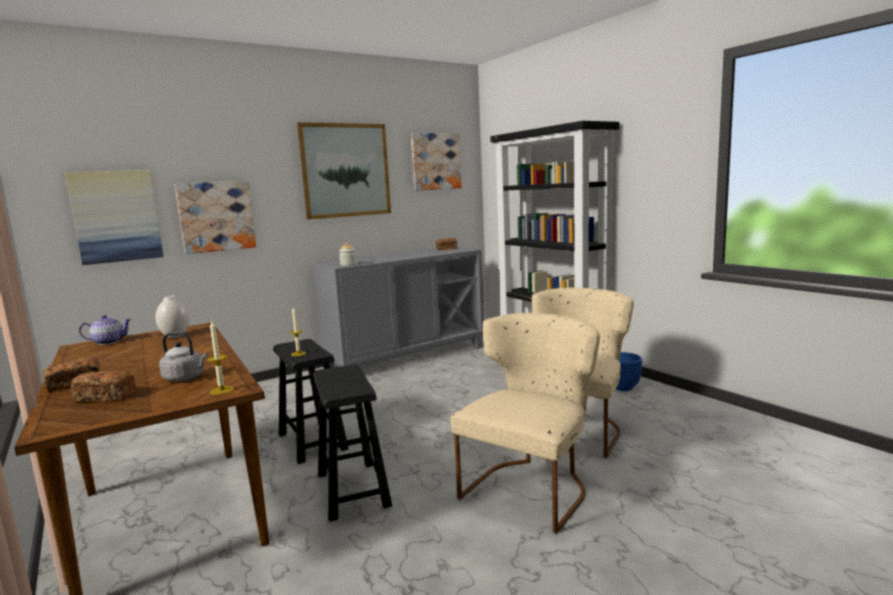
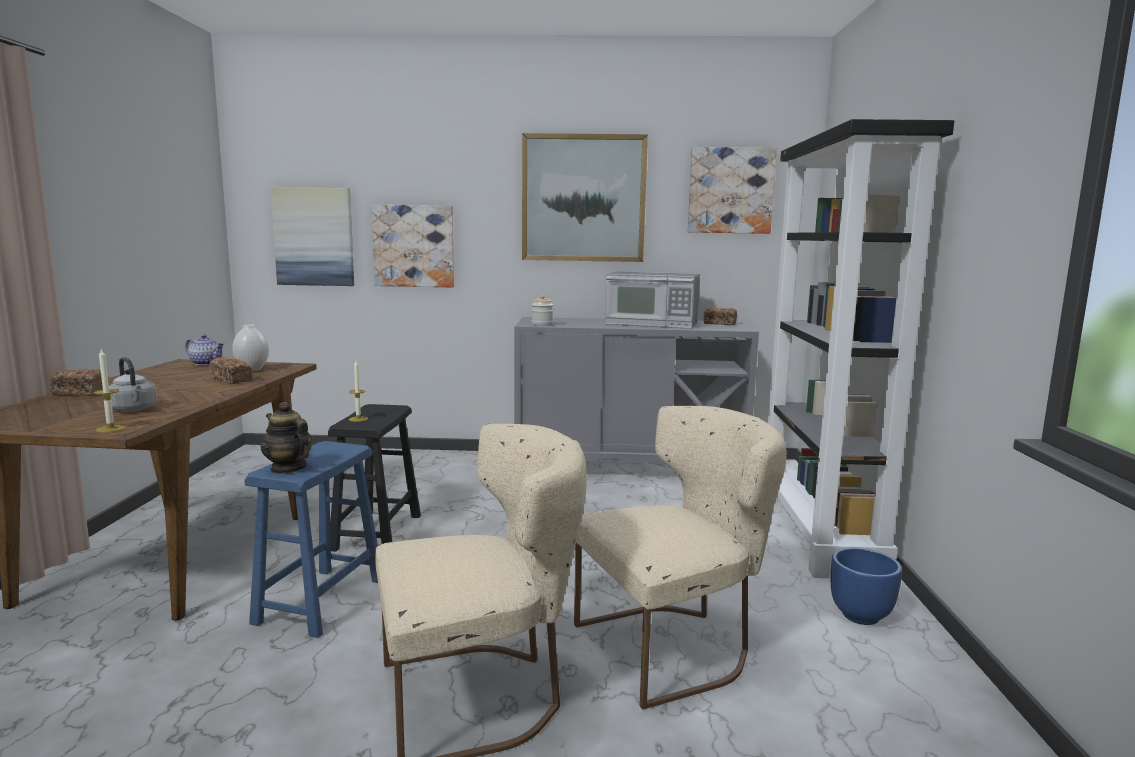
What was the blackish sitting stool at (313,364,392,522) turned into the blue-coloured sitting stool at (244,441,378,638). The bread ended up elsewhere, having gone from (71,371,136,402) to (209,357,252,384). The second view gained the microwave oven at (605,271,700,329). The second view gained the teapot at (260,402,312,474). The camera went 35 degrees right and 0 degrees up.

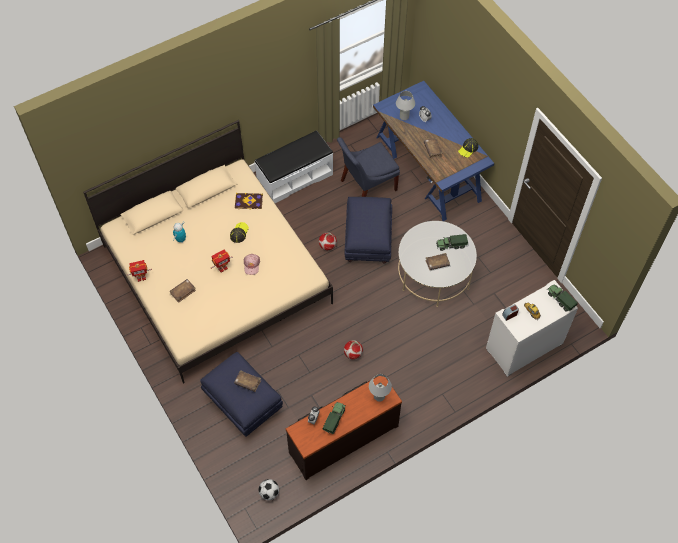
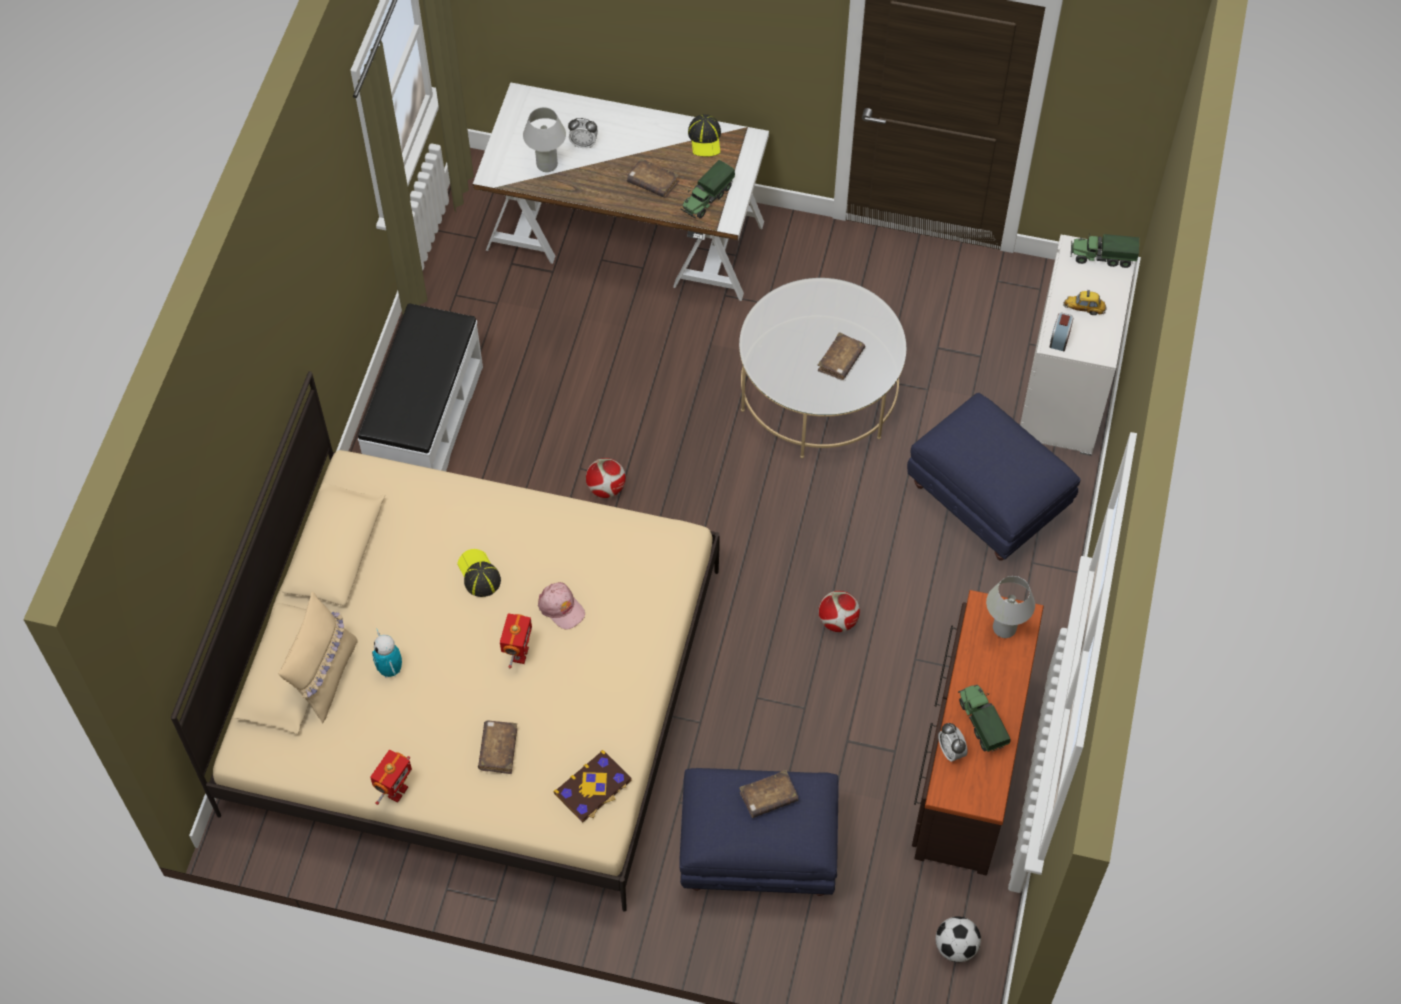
What was the blue-coloured desk table at (373,81,494,221) turned into the white desk table at (473,82,769,301). The second view lost the blue-coloured plain chair at (337,137,400,197). The bound book ended up elsewhere, having gone from (235,193,263,210) to (554,750,632,823). The blue-coloured footrest ended up elsewhere, having gone from (345,197,392,264) to (907,393,1080,560). The model truck ended up elsewhere, having gone from (436,234,468,251) to (681,160,735,219). The second view gained the sand-coloured pillow at (278,592,358,723). The camera went 45 degrees left and 0 degrees up.

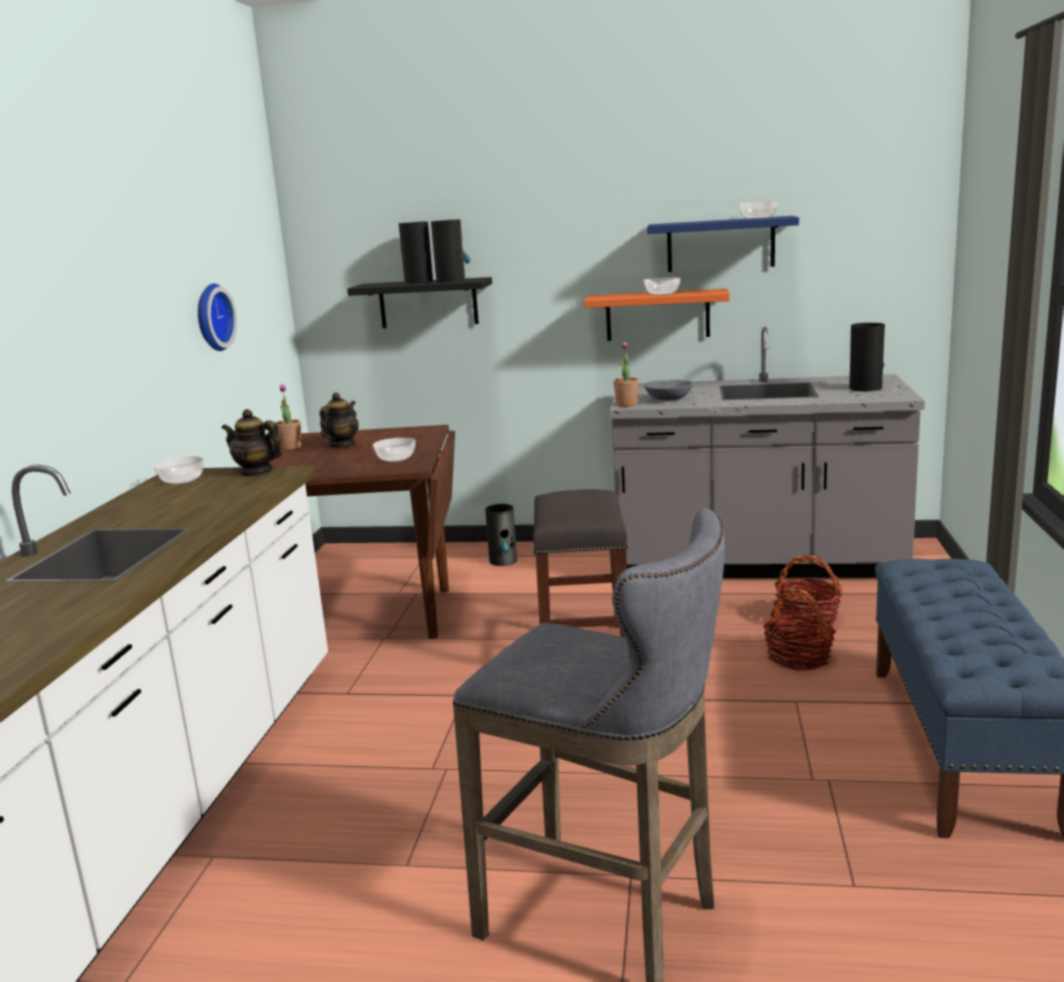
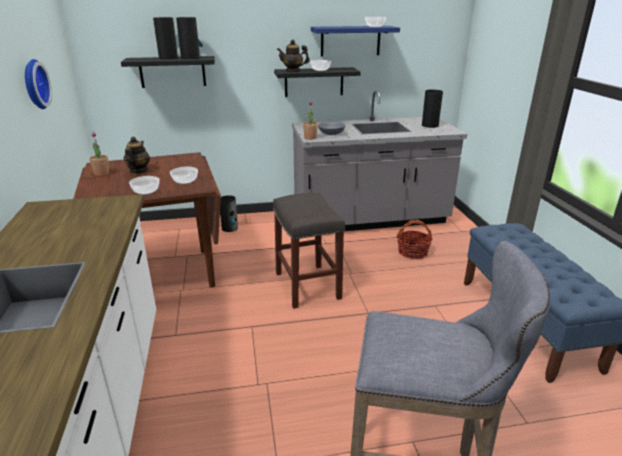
What was the orange bracket shelf at (584,289,729,341) turned into the blackish bracket shelf at (274,67,361,97). The teapot ended up elsewhere, having gone from (222,409,283,477) to (277,40,310,72). The deep dish ended up elsewhere, having gone from (154,456,204,485) to (129,176,160,195). The second view lost the household basket at (763,589,836,671). The camera went 20 degrees left and 10 degrees up.

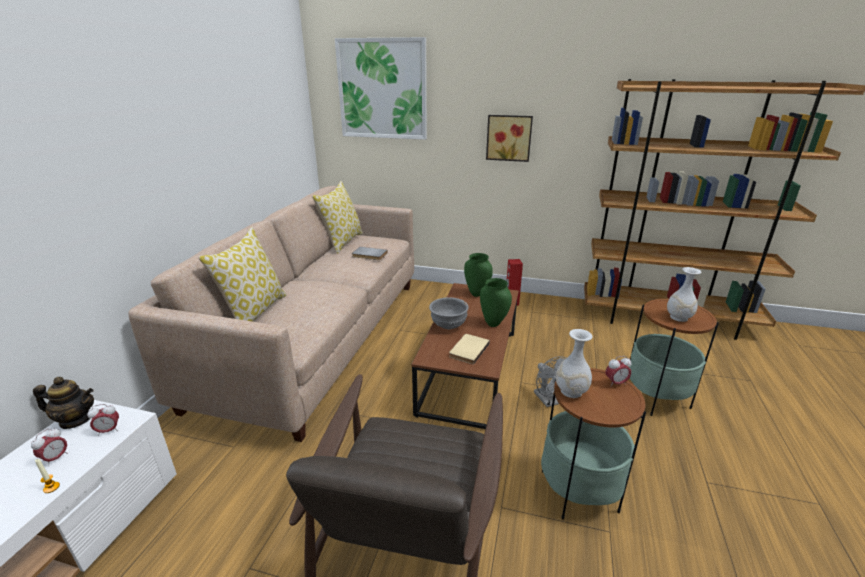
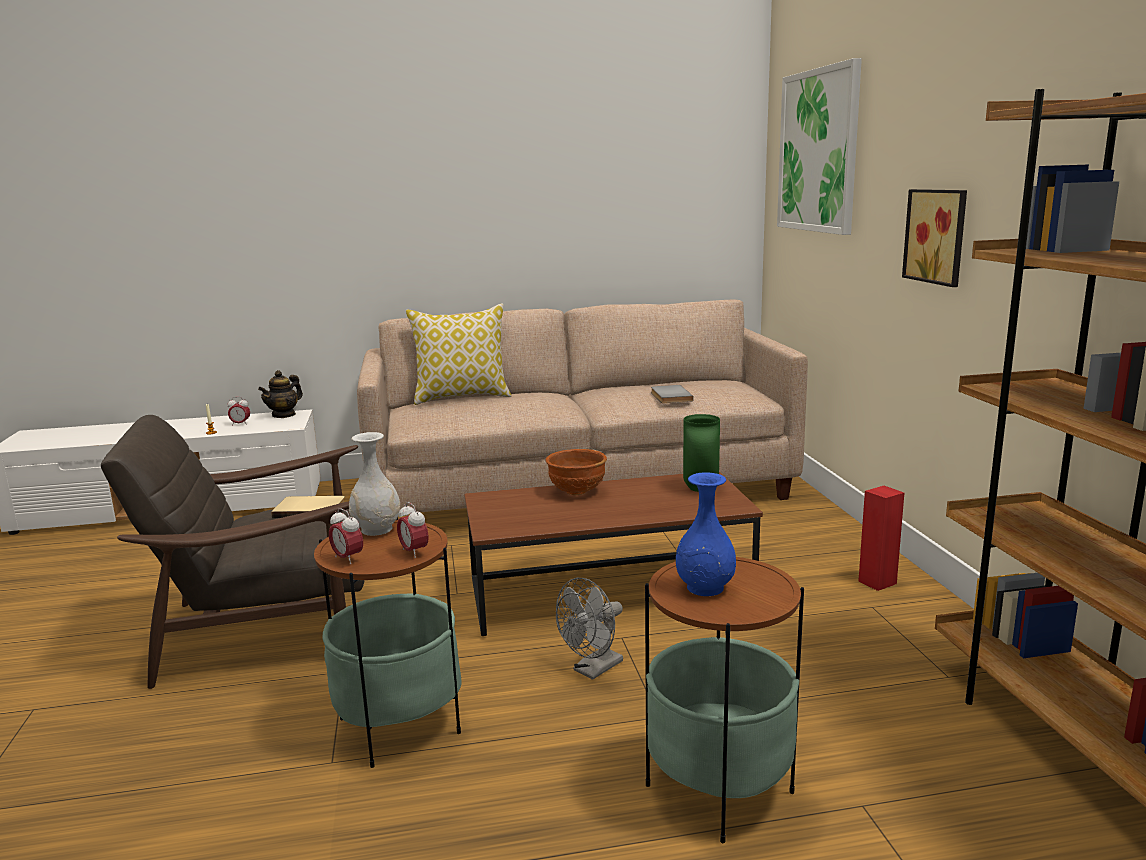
The second view lost the pillow at (312,181,363,254). What was the white flower vase at (667,267,701,322) turned into the blue-coloured flower vase at (676,472,736,596). The second view lost the green flower vase at (480,278,512,327). What was the greyish deep dish at (429,297,469,330) turned into the brown deep dish at (545,449,607,495). The sand-coloured bound book ended up elsewhere, having gone from (449,334,490,365) to (271,496,345,518). The teapot at (33,377,94,429) ended up facing another way, 60 degrees clockwise from before. The alarm clock ended up elsewhere, having gone from (87,404,119,436) to (329,508,363,564). The camera went 65 degrees right and 10 degrees down.

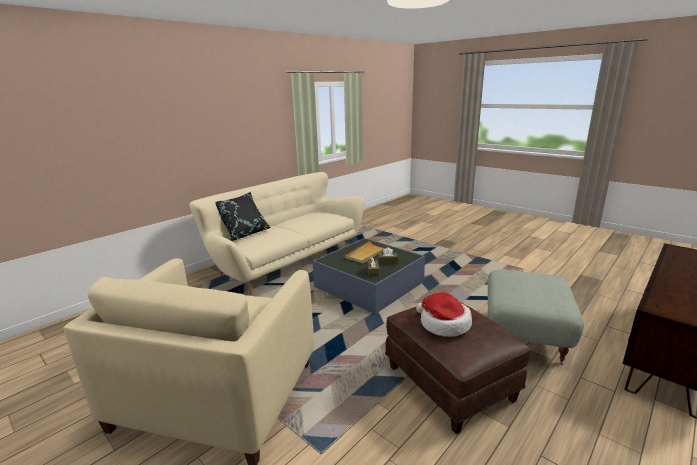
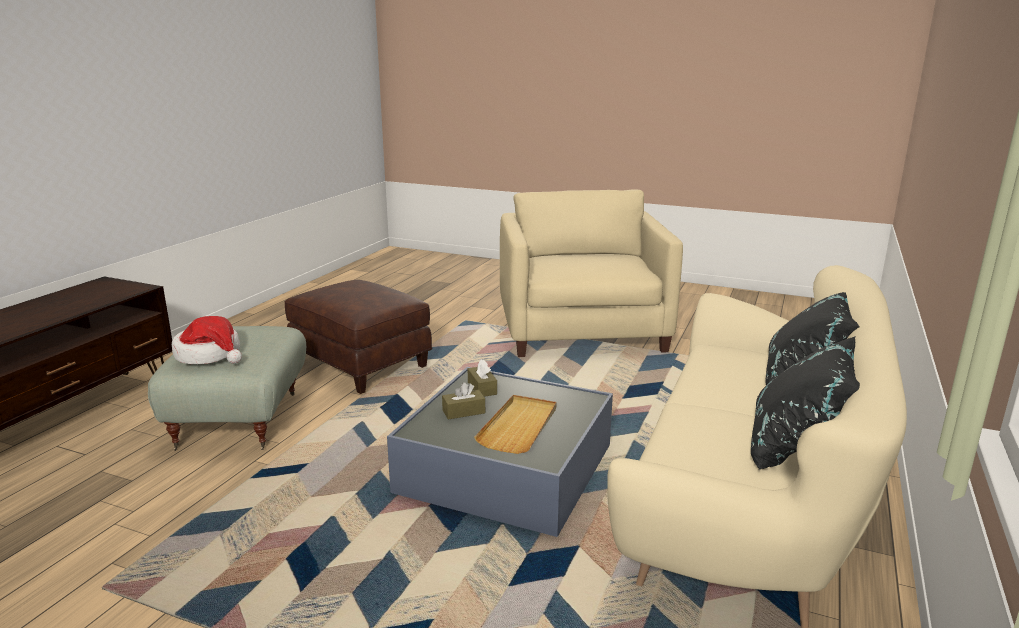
The hat ended up elsewhere, having gone from (416,292,472,337) to (172,316,242,364). The second view gained the blackish pillow at (751,336,860,470). The camera went 160 degrees right and 0 degrees up.

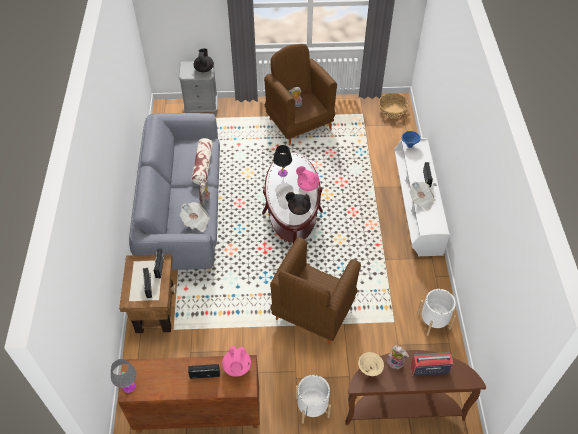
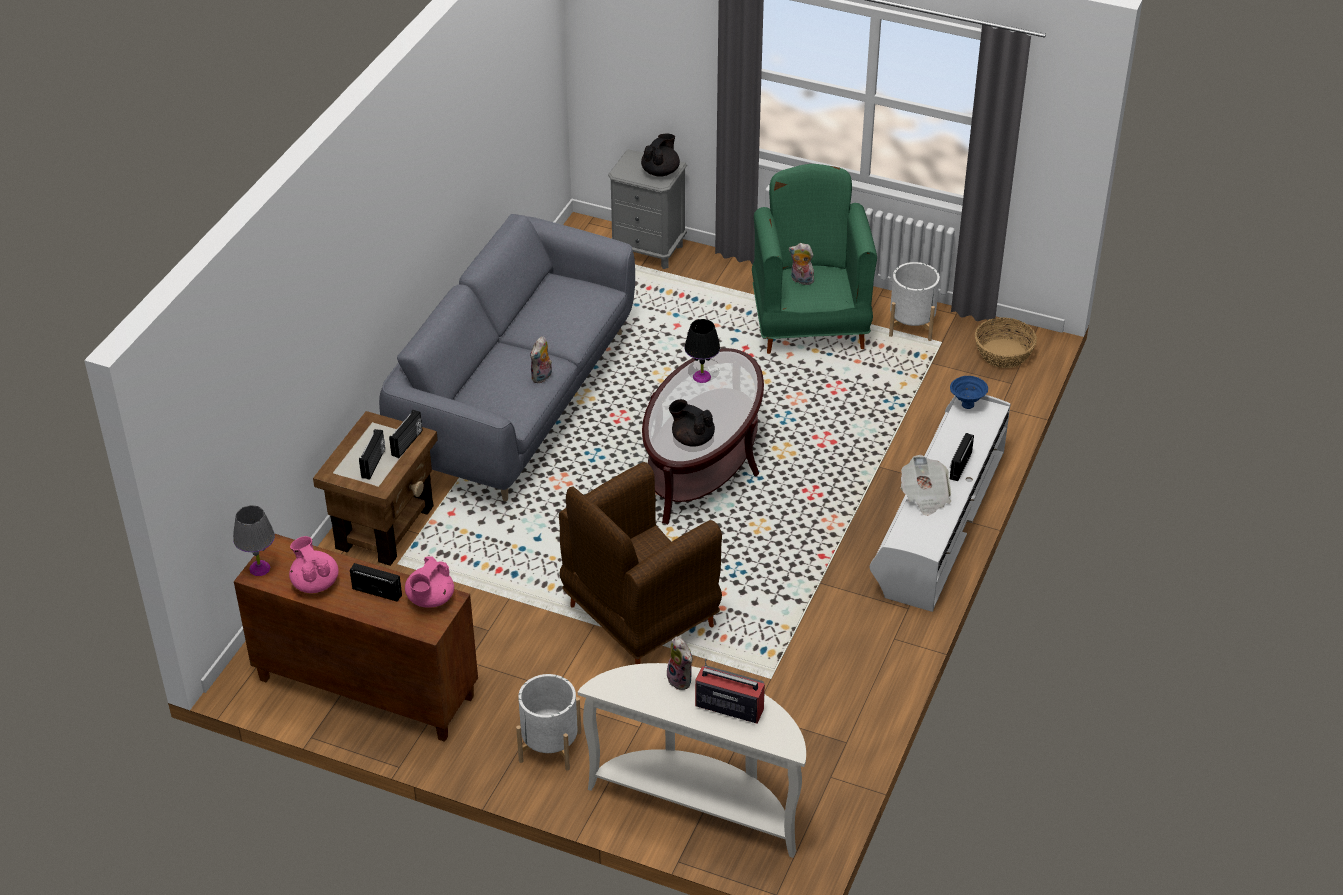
What was the brown lounge chair at (264,44,337,145) turned into the green lounge chair at (752,164,877,354). The second view lost the pillow at (191,138,213,185). The pink teapot ended up elsewhere, having gone from (296,166,320,191) to (289,536,339,593). The second view lost the printed paper at (180,202,210,232). The white planter ended up elsewhere, having gone from (417,289,456,336) to (889,262,940,341). What was the brown console table at (345,350,486,425) turned into the white console table at (578,663,806,858). The second view lost the sand-coloured deep dish at (358,352,384,376). The camera went 25 degrees right and 10 degrees down.

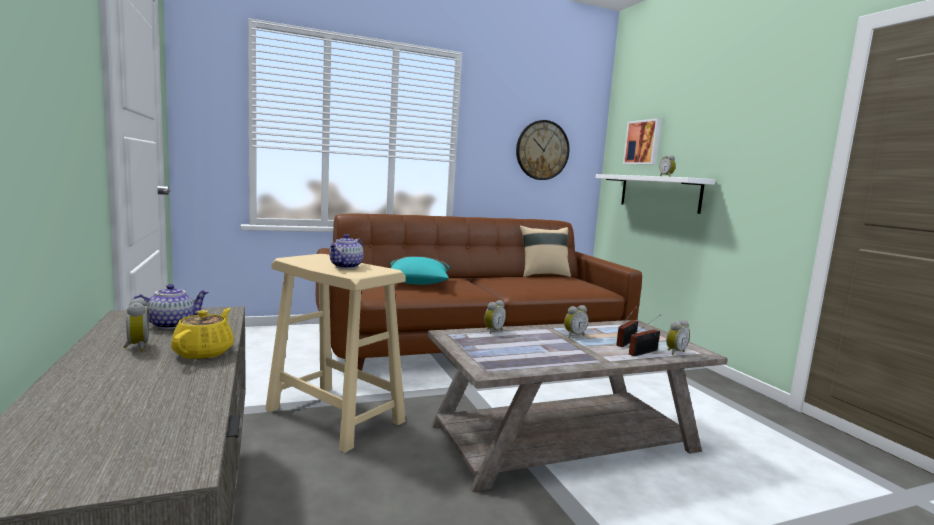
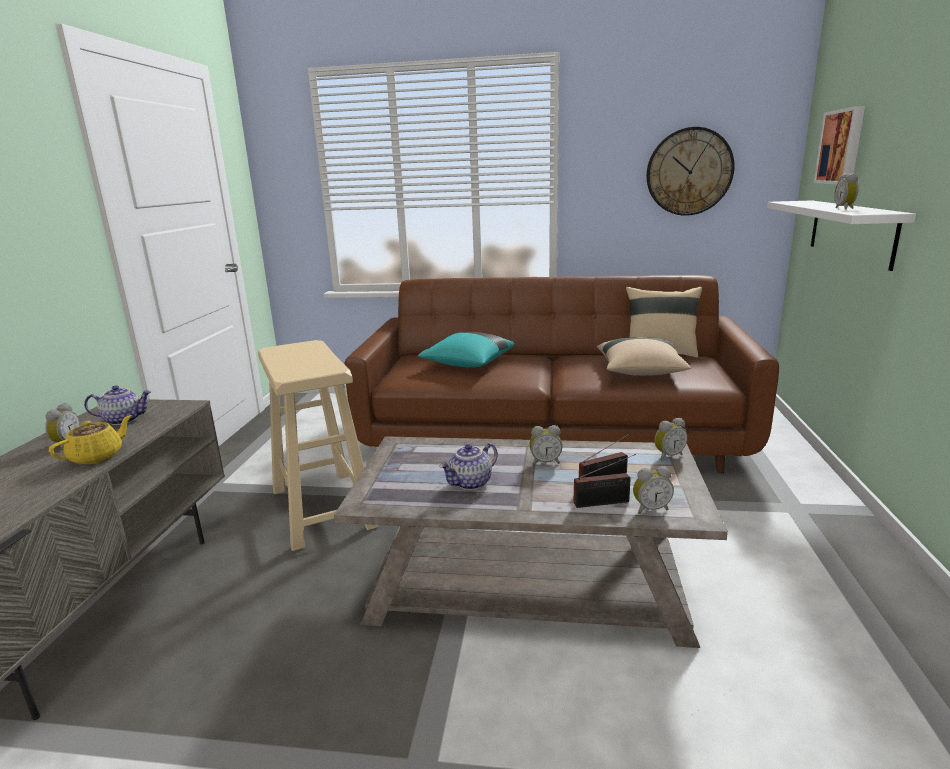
The teapot ended up elsewhere, having gone from (329,234,364,269) to (439,443,498,490). The alarm clock ended up elsewhere, having gone from (484,300,506,334) to (655,418,688,460). The second view gained the sand-coloured pillow at (597,337,691,376). The camera went 30 degrees right and 10 degrees up.

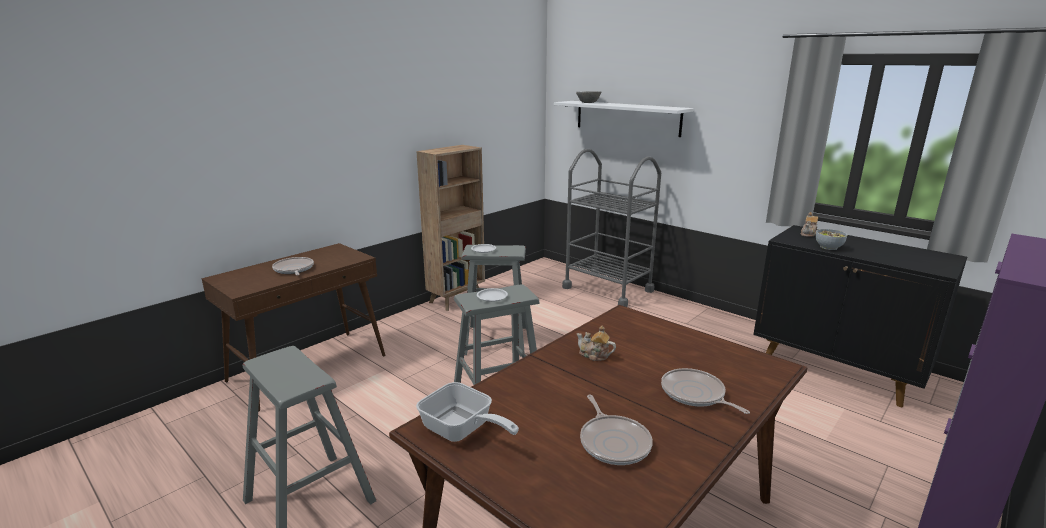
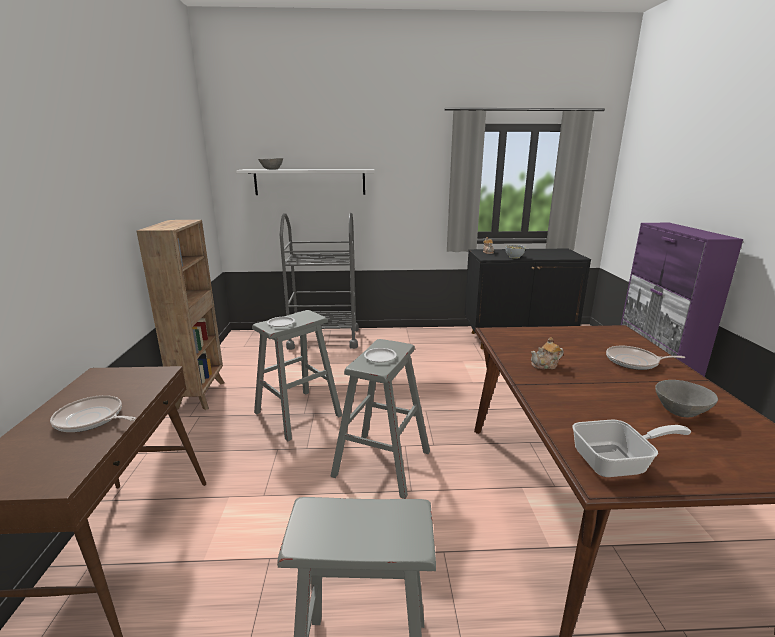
Where the pan stood at (580,395,653,465), the greyish deep dish came to stand at (655,380,718,417). The camera went 45 degrees left and 0 degrees up.

